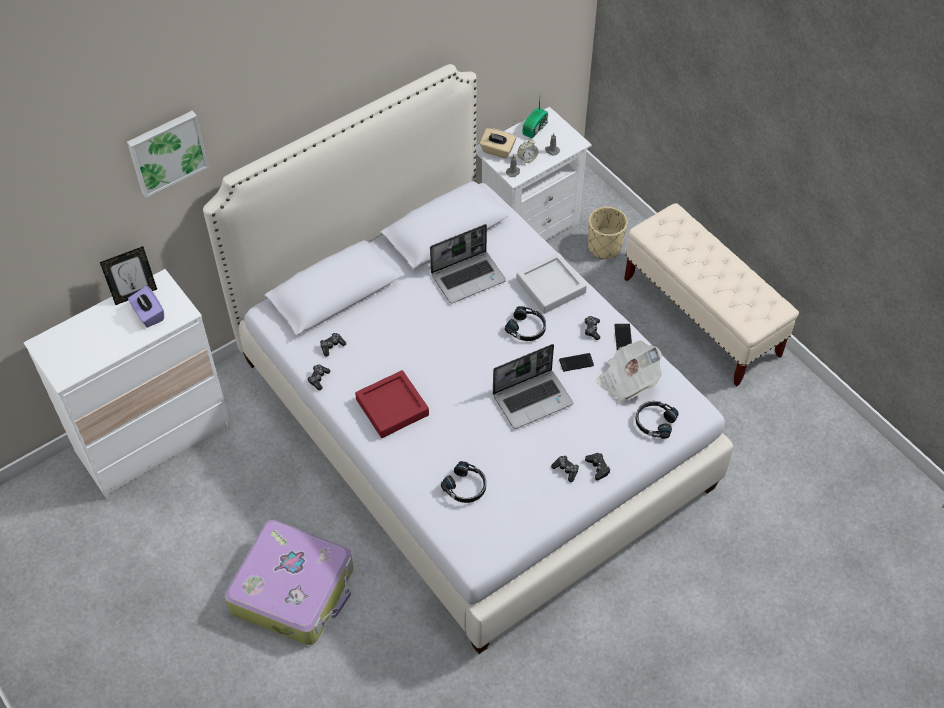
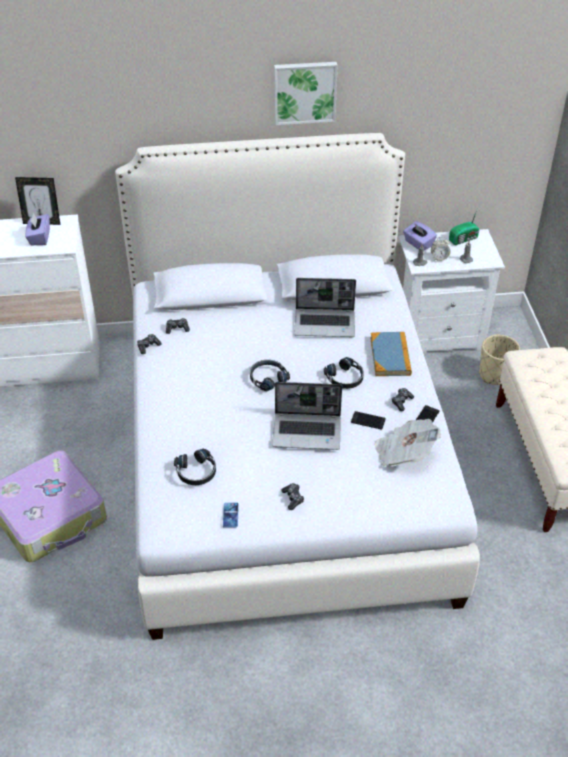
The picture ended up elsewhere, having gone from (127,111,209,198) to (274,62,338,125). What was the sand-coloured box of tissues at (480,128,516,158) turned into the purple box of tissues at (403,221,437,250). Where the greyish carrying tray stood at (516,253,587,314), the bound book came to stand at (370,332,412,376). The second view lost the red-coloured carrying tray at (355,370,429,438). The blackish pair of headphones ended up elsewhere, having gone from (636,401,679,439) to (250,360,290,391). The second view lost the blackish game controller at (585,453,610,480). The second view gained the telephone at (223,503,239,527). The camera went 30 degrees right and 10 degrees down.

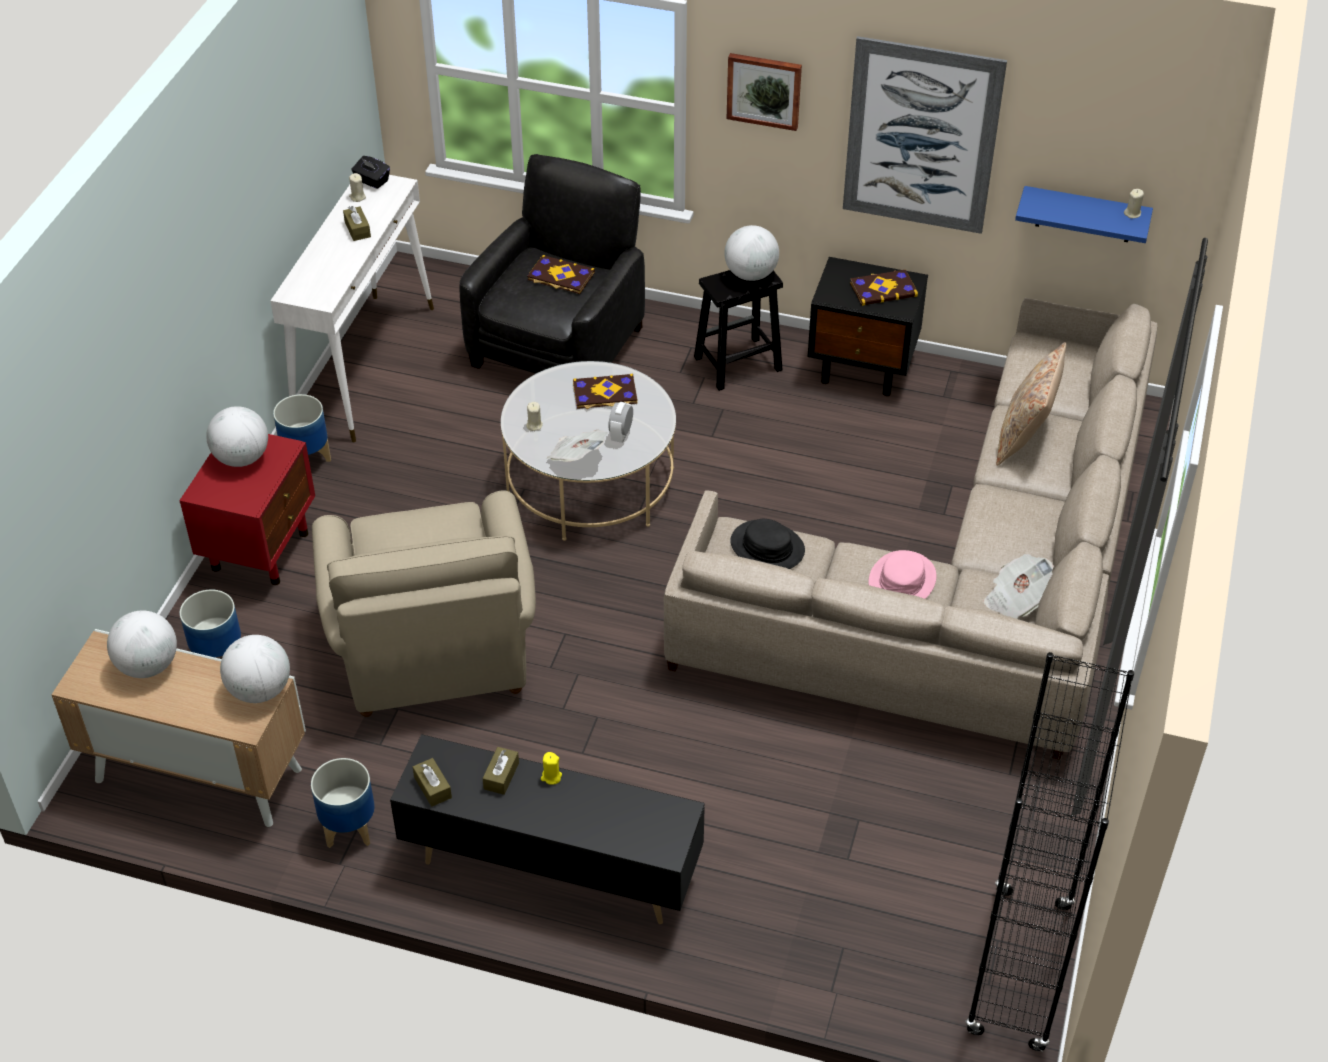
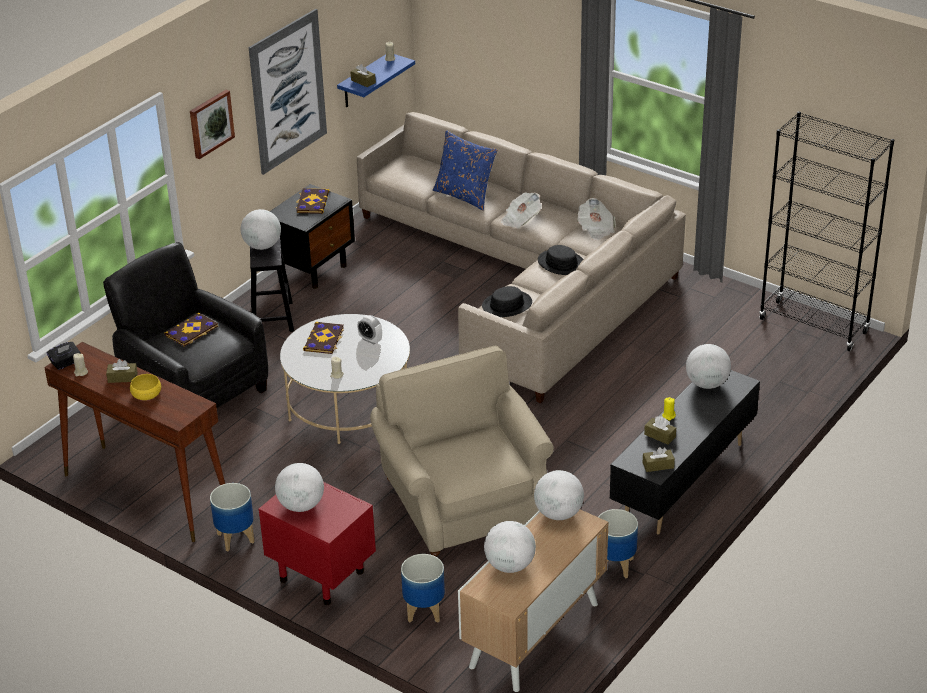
What was the white console table at (270,175,434,443) turned into the brown console table at (44,342,225,542). What was the sand-coloured pillow at (996,342,1066,466) turned into the blue-coloured pillow at (433,130,497,211). The printed paper ended up elsewhere, having gone from (547,430,608,462) to (500,192,542,229). The sand-coloured lounge chair at (312,490,536,717) ended up facing another way, 120 degrees counterclockwise from before. What was the pink hat at (869,550,936,599) turned into the blackish hat at (538,245,583,275). The second view gained the brown box of tissues at (350,64,376,87). The second view gained the desk globe at (686,344,731,389). The second view gained the yellow-coloured deep dish at (130,374,161,400). The camera went 70 degrees left and 10 degrees down.

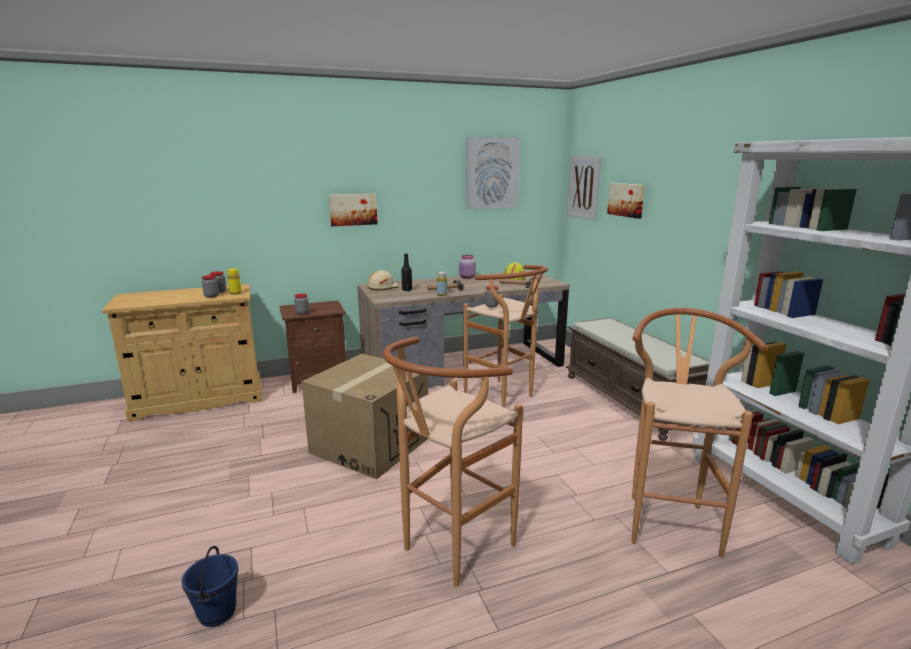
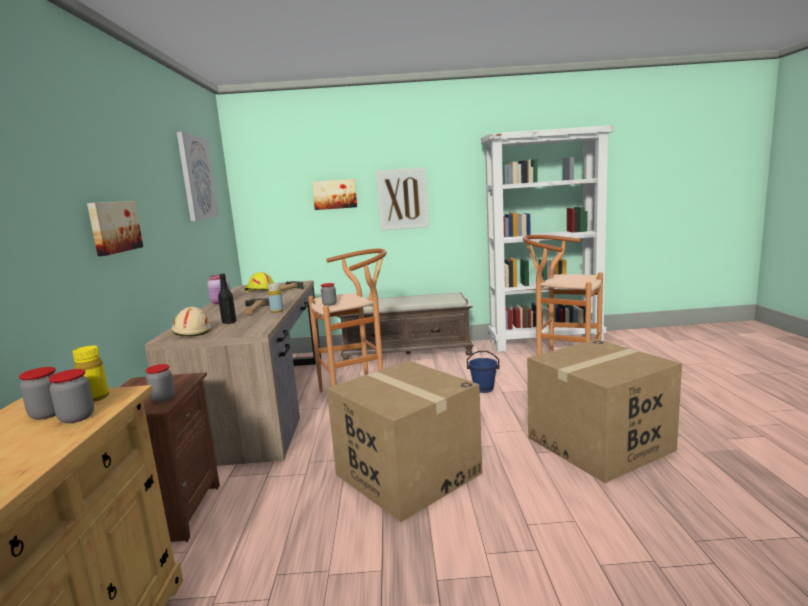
The picture ended up elsewhere, having gone from (567,156,602,221) to (376,167,429,231). Where the brown sitting stool stood at (383,337,523,587), the cardboard box came to stand at (527,339,682,483). The blue-coloured bucket ended up elsewhere, having gone from (182,546,239,627) to (467,351,500,393). The camera went 70 degrees left and 5 degrees down.

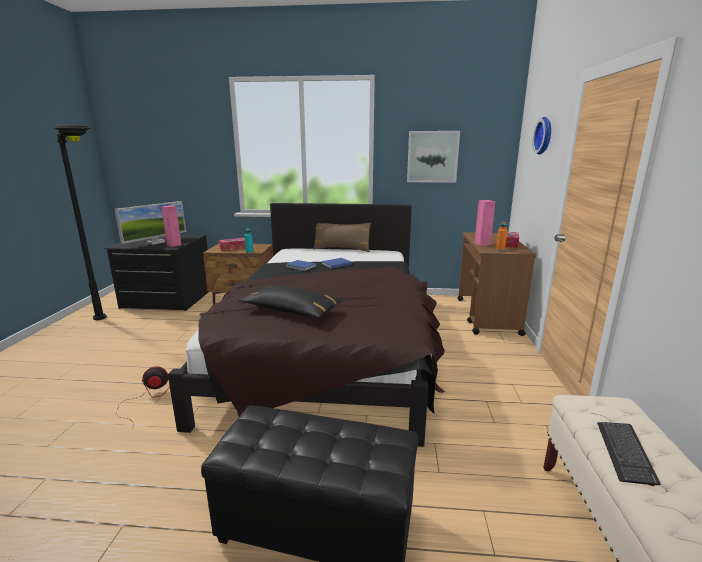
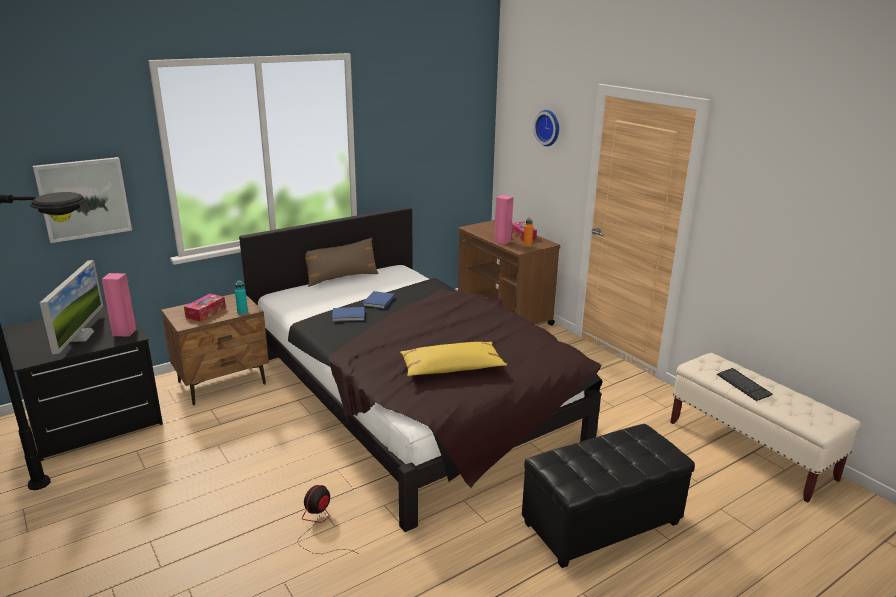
The picture ended up elsewhere, having gone from (407,131,460,183) to (33,157,132,243). What was the blackish pillow at (239,286,343,318) turned into the yellow-coloured pillow at (400,342,507,376). The camera went 40 degrees left and 5 degrees up.

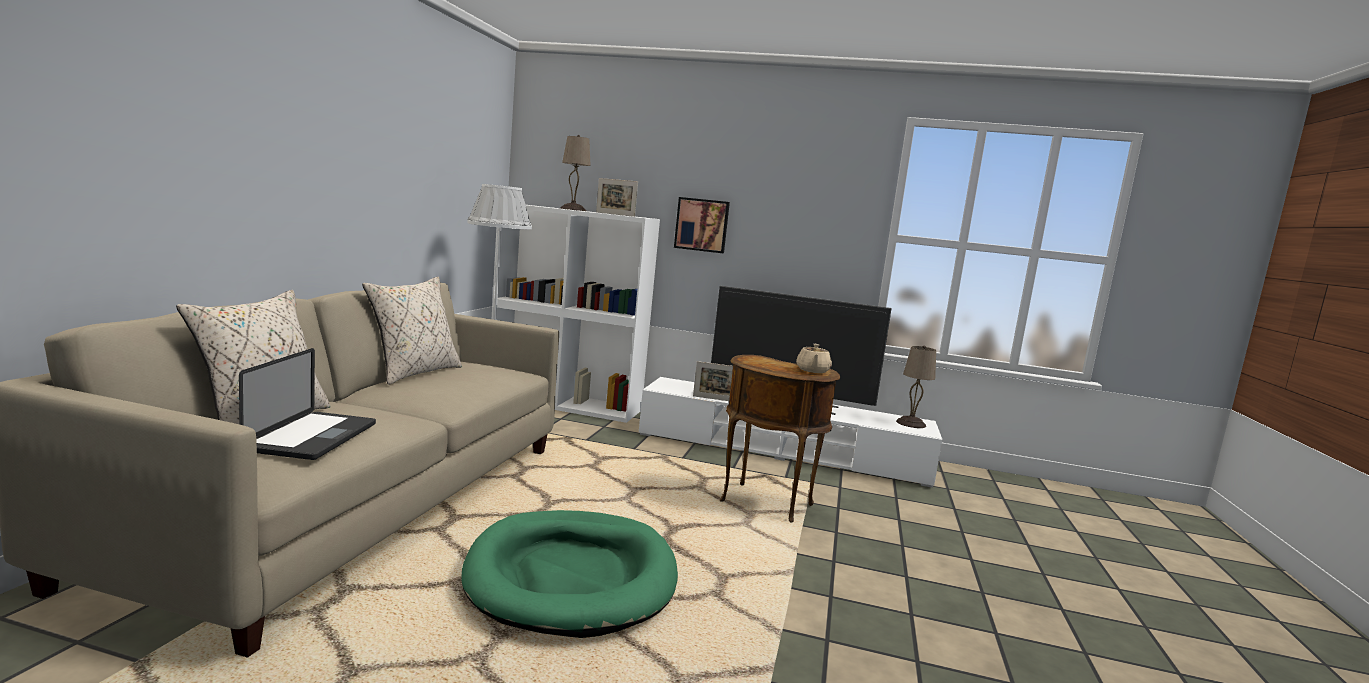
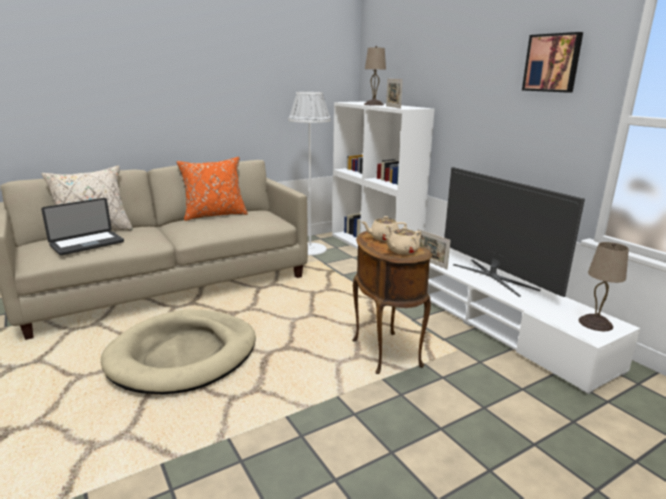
The picture ended up elsewhere, having gone from (674,197,730,253) to (522,32,583,93). What was the sand-coloured pillow at (362,277,462,385) turned into the orange pillow at (177,157,248,221). What was the green dog cushion at (461,510,678,638) turned into the sand-coloured dog cushion at (101,309,256,394). The second view gained the sand-coloured teapot at (362,216,407,241). The camera went 45 degrees right and 10 degrees up.

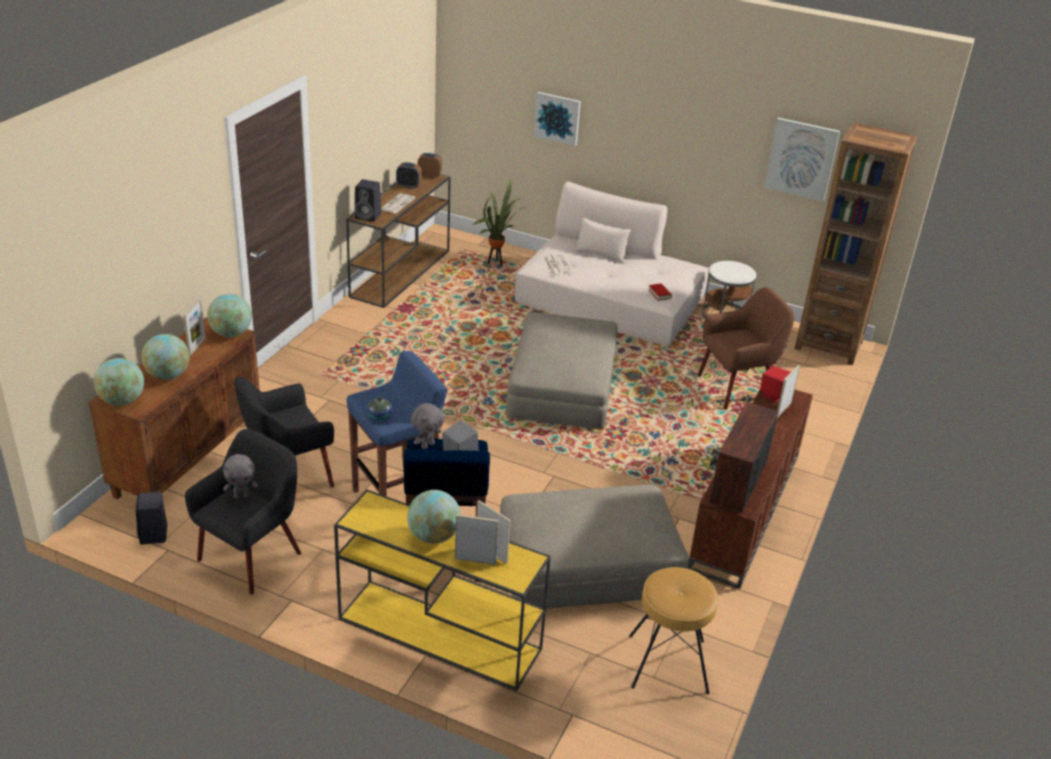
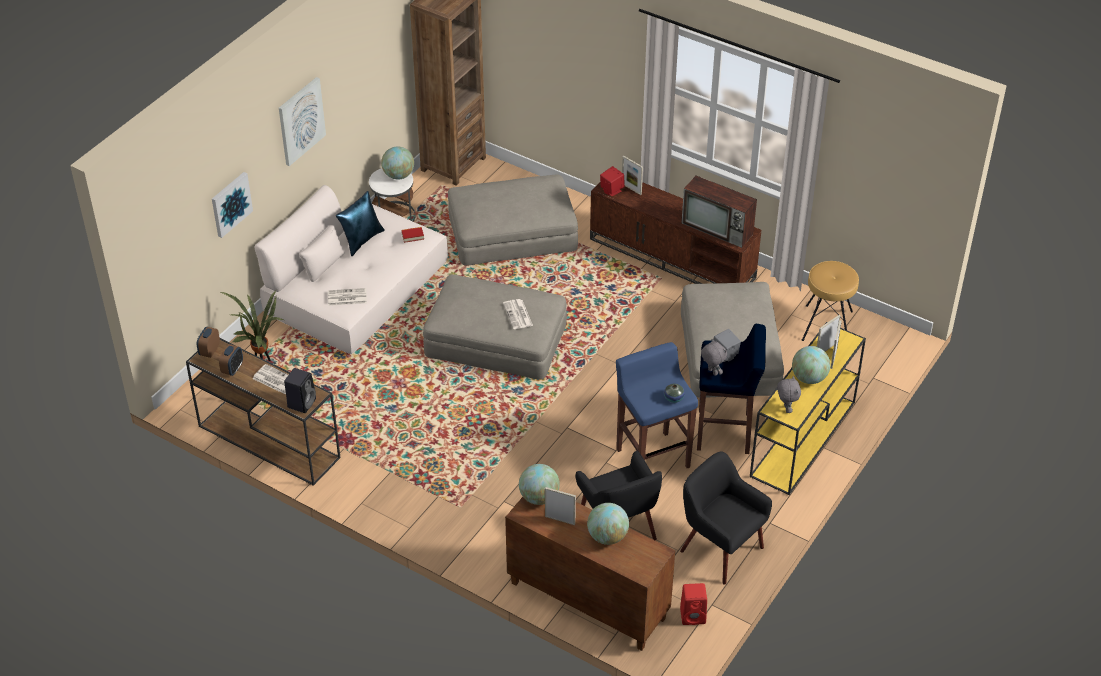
The picture ended up elsewhere, having gone from (764,118,840,201) to (279,77,326,166). Where the brown lounge chair stood at (697,287,794,409), the sand-coloured footrest came to stand at (448,175,578,266). The desk globe ended up elsewhere, having gone from (94,358,144,406) to (381,146,414,179). The greyish cuddly toy ended up elsewhere, having gone from (223,454,258,498) to (777,376,801,413). What was the blackish loudspeaker at (135,492,167,544) turned into the red-coloured loudspeaker at (680,583,707,625). The second view gained the blue-coloured pillow at (336,191,385,256). The second view gained the printed paper at (503,299,533,329). The camera went 80 degrees left and 10 degrees up.

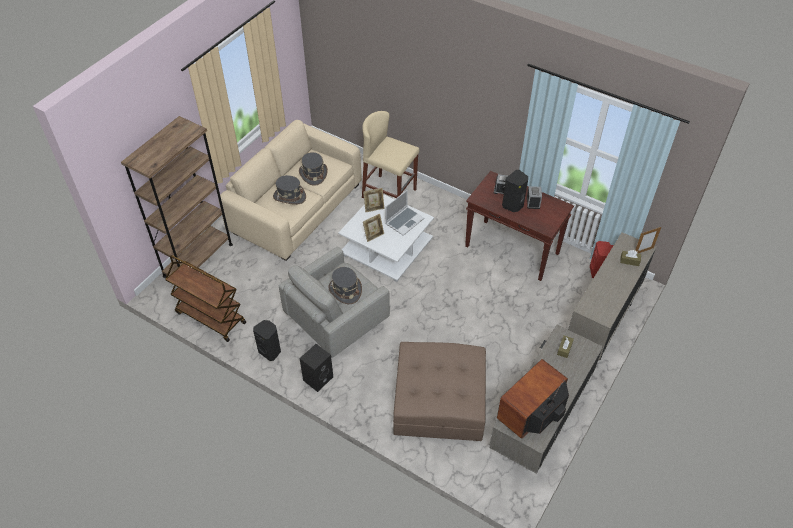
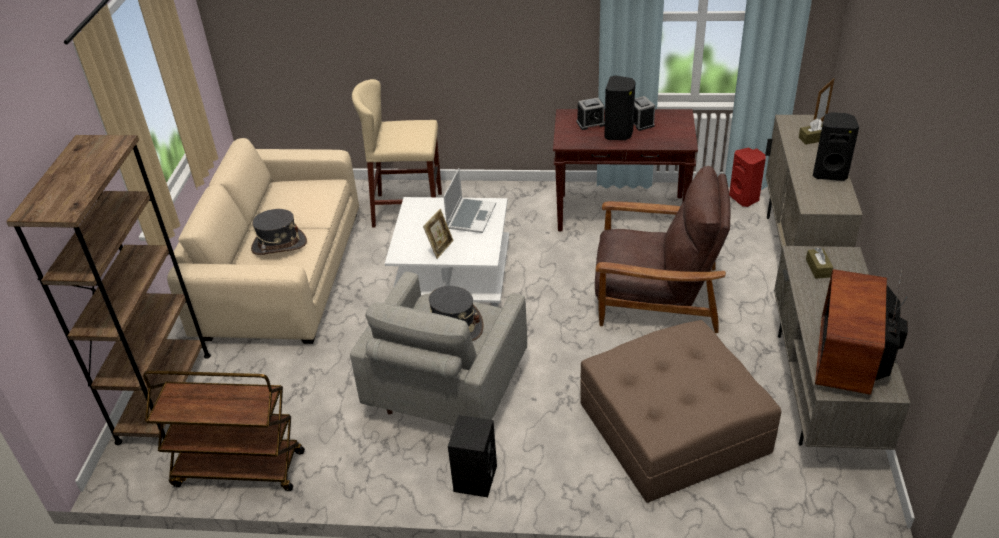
The second view lost the greyish hat at (299,152,328,186). The second view lost the standing frame at (363,188,385,212). The blackish loudspeaker ended up elsewhere, having gone from (253,320,281,361) to (813,112,859,181). The second view gained the brown lounge chair at (595,166,731,333). The camera went 25 degrees left and 10 degrees down.

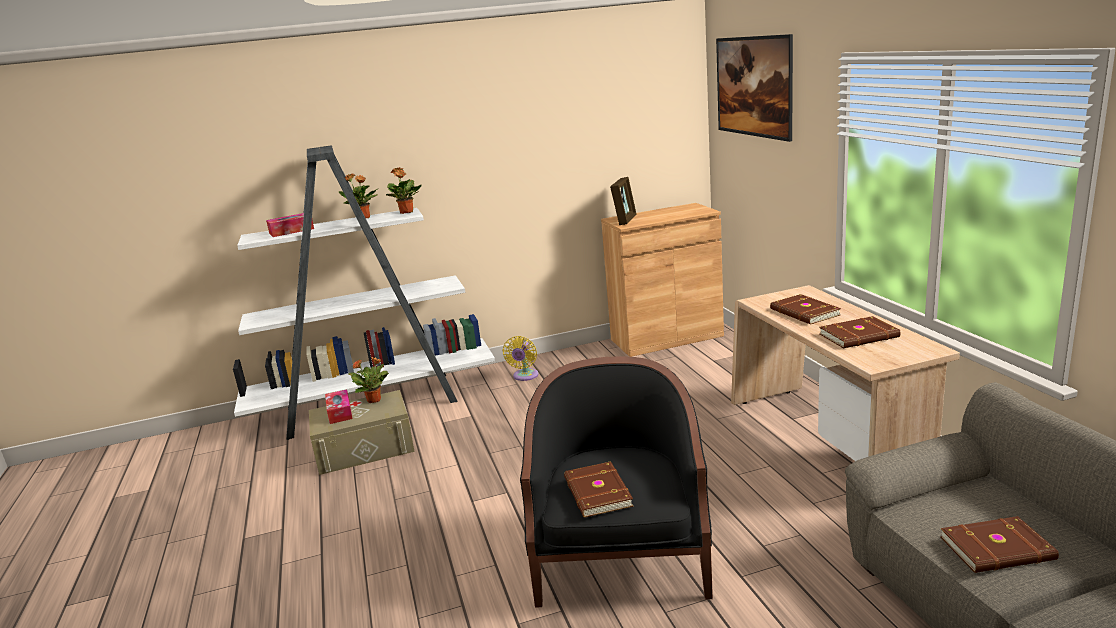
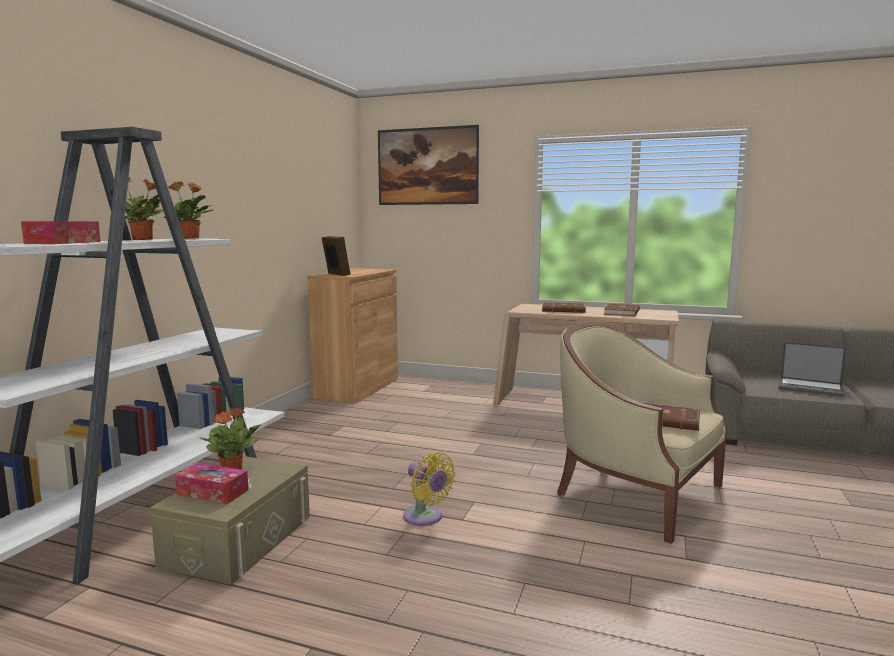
The yellow-coloured cooling fan ended up elsewhere, having gone from (502,336,539,381) to (403,452,456,526). What was the blackish lounge chair at (520,357,713,608) turned into the sand-coloured lounge chair at (557,321,727,544). Where the brown bound book stood at (941,516,1059,573), the portable computer came to stand at (779,342,847,397). The camera went 55 degrees left and 10 degrees down.

